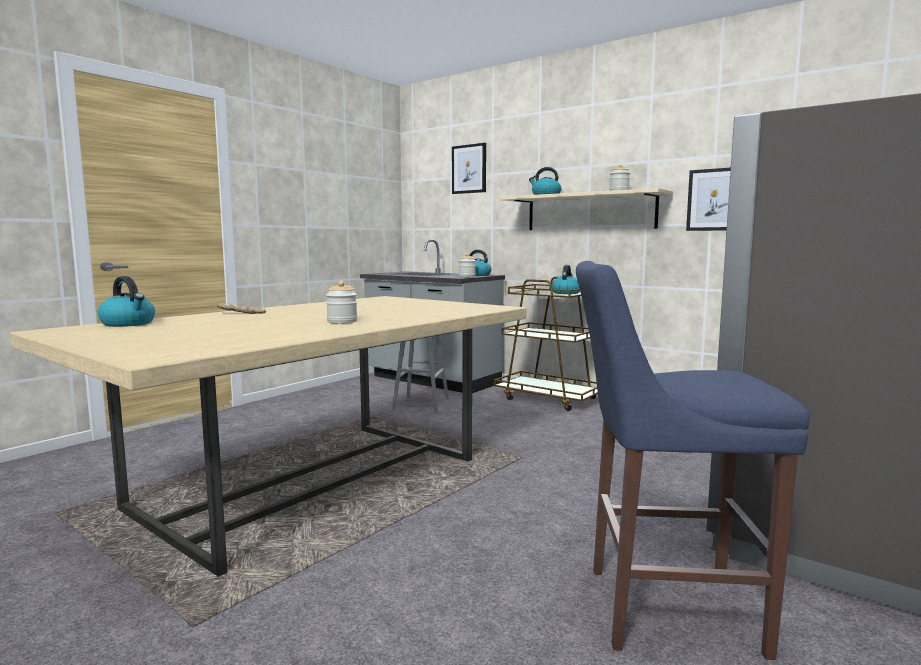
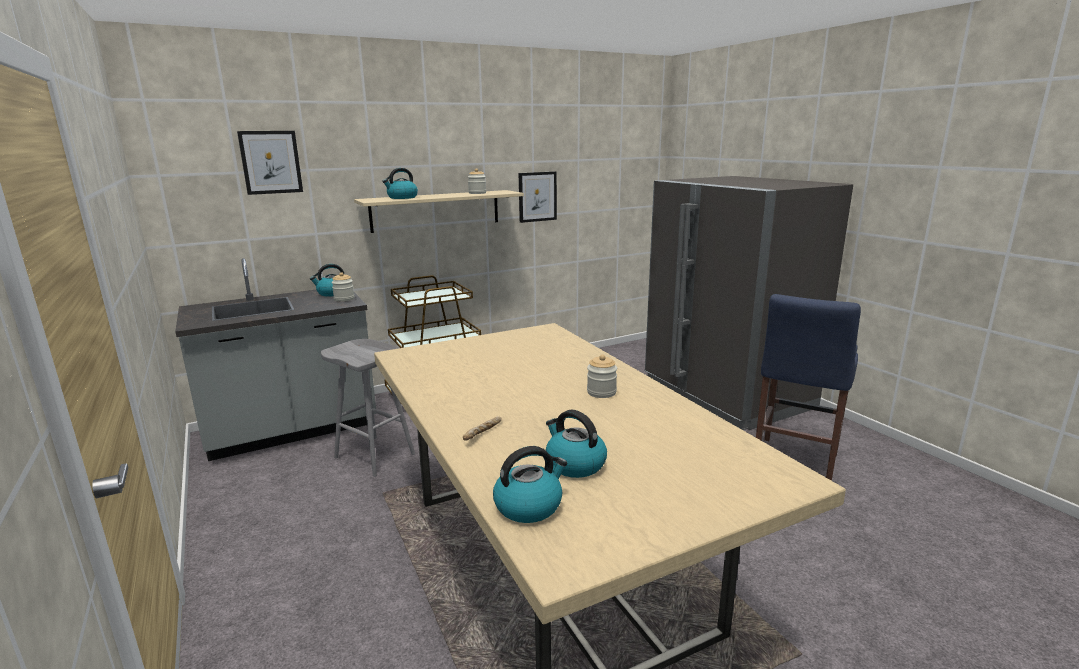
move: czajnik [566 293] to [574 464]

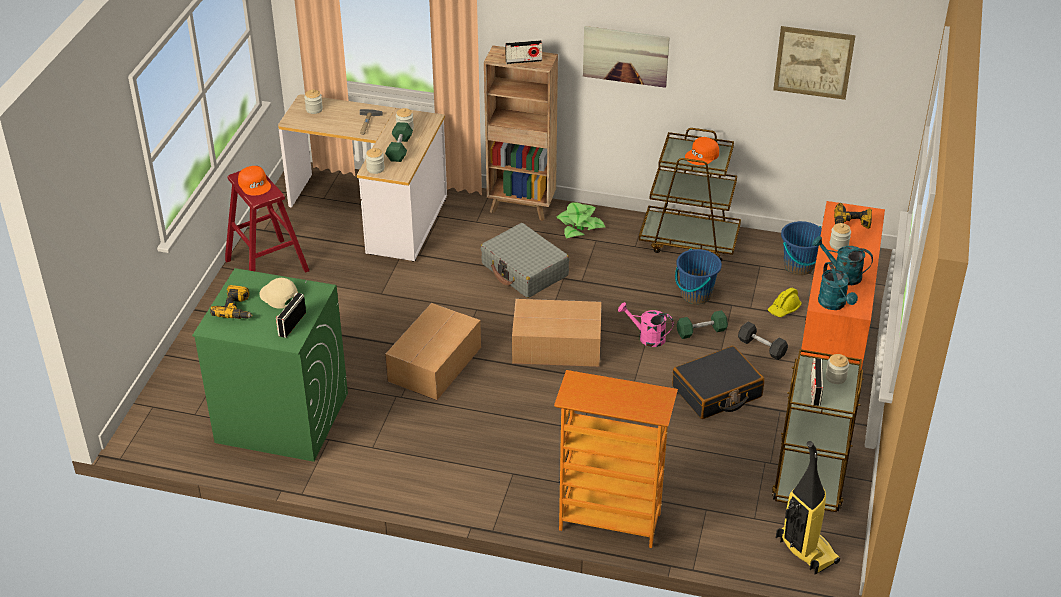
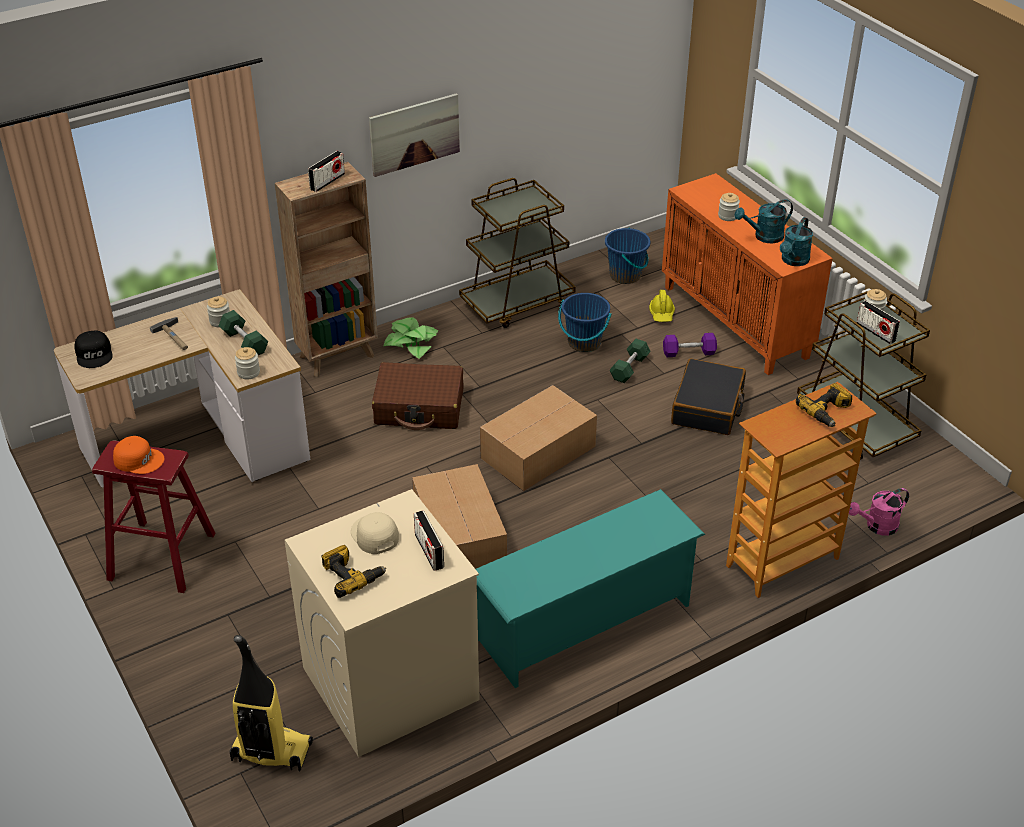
delete: czapka z daszkiem/pomarańczowy [702 155]; obraz [813 62]
insert: regał na buty/turkusowy [584 622]
move: konewka/różowy [647 337] to [877 526]; odkurzacz [805 550] to [270 752]; wiertarka [851 224] to [827 412]
replace: słoik [314 109] to czapka z daszkiem/czarny [94 354]
recolor: pralka/zielony [281 417] to pralka/beżowy [389 684]; walizka/szary [525 270] to walizka/brązowy [419 407]; hantel/szary [762 347] to hantel/fioletowy [689 352]
rotate: czapka z daszkiem/beżowy [278 296] = [374 535] 60 degrees clockwise; konewka/turkusowy [834 304] = [793 261] 90 degrees clockwise

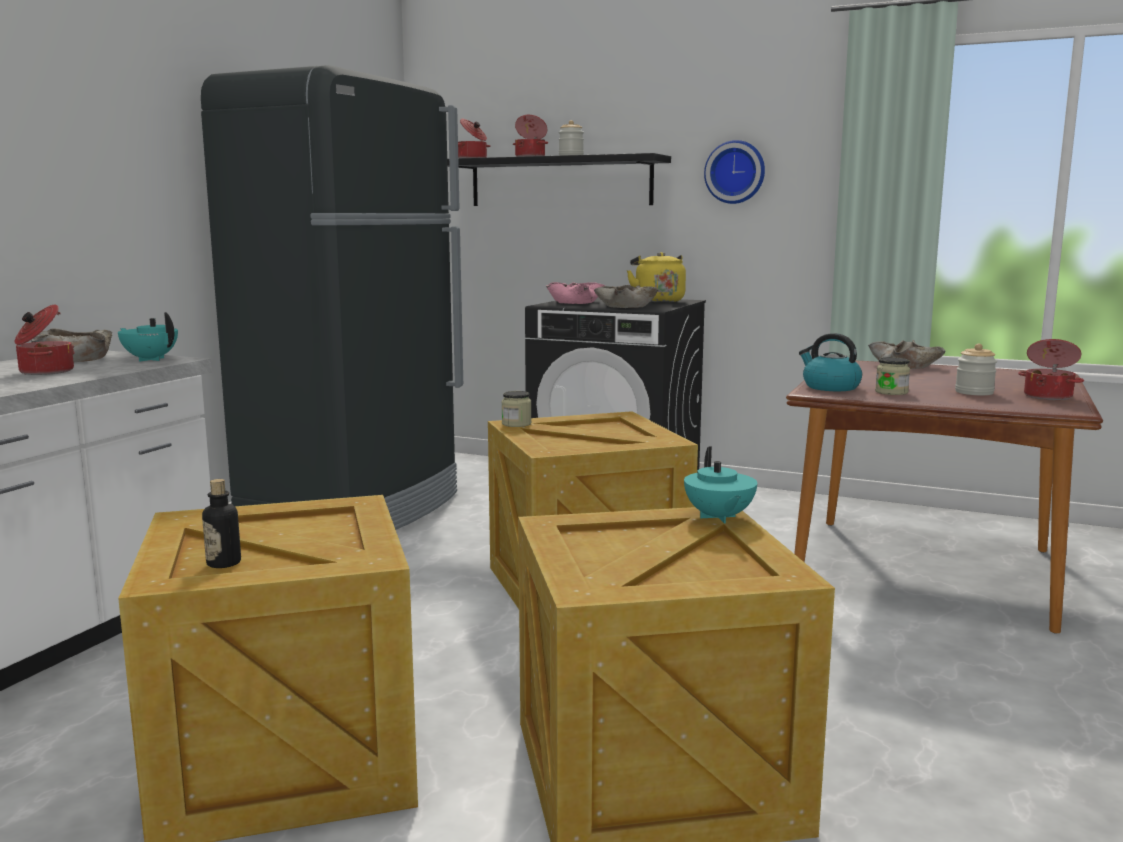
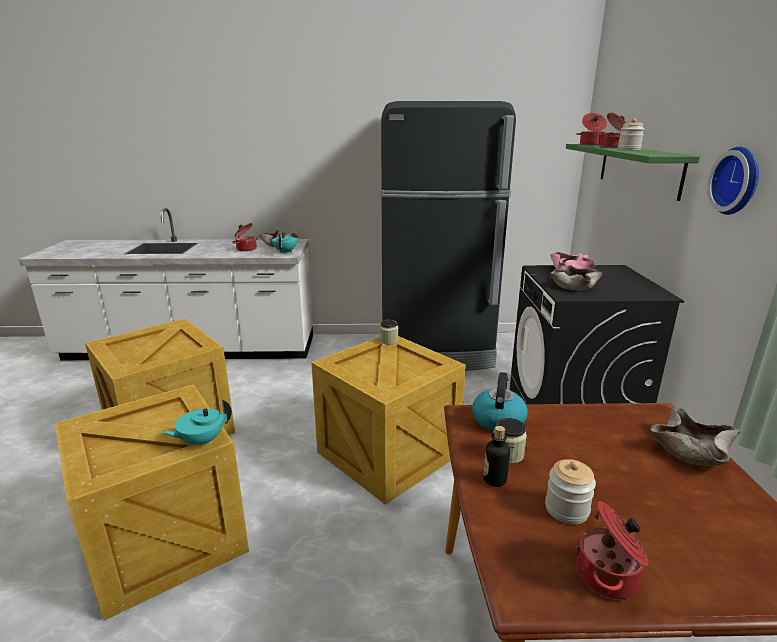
delete: czajnik/żółty [657 301]
move: butelka [224 563] to [494 480]
recolor: półka/czarny [560 182] to półka/zielony [638 168]

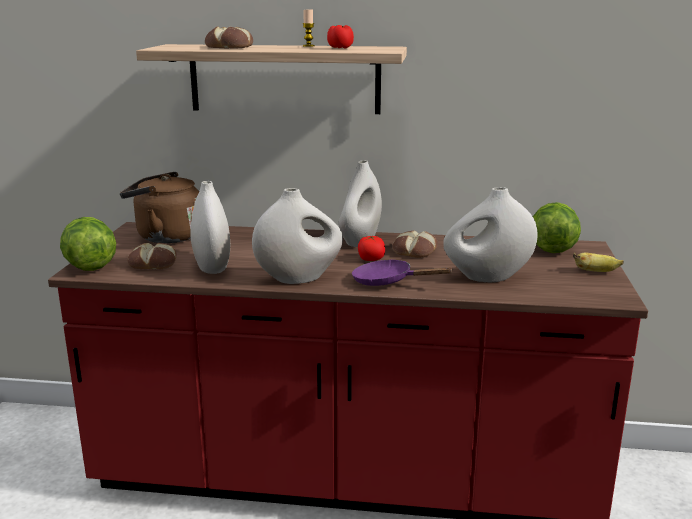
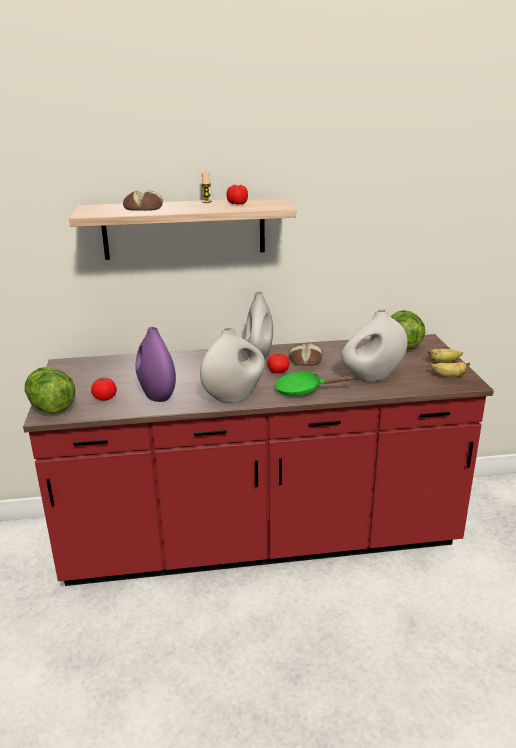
delete: czajnik/brązowy [165 236]
insert: banan [448 376]
replace: chleb [154 263] to pomidor [105 398]
recolor: wazon/biały [212 267] to wazon/fioletowy [157 395]; patelnia/fioletowy [388 282] to patelnia/zielony [303 390]

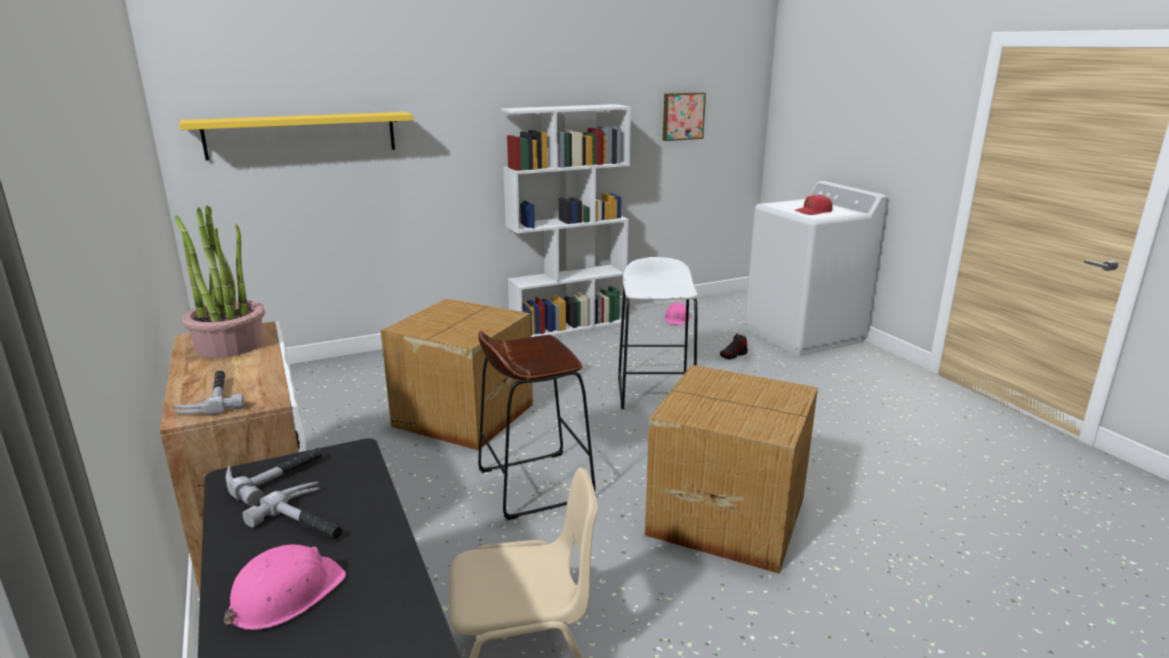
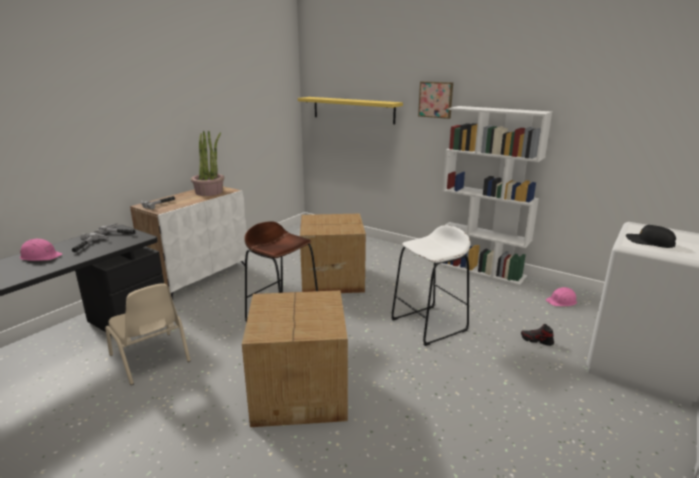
move: obraz [682 116] to [436 99]
recolor: czapka z daszkiem/czerwony [813 212] to czapka z daszkiem/czarny [649 242]

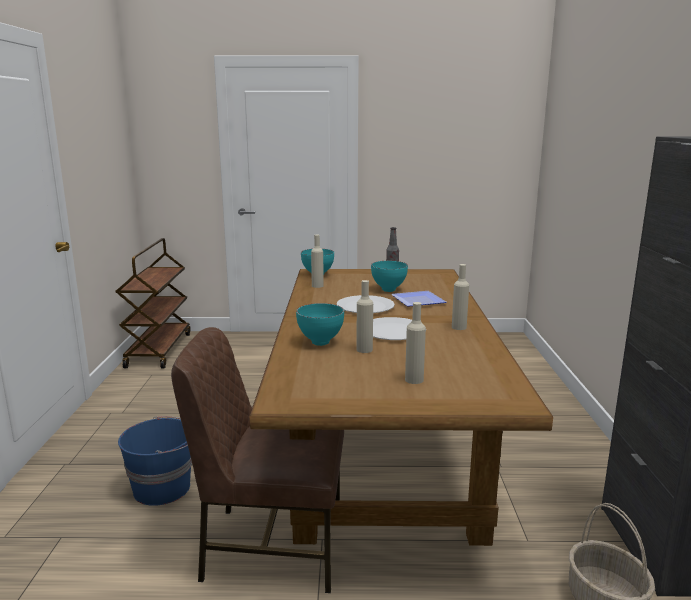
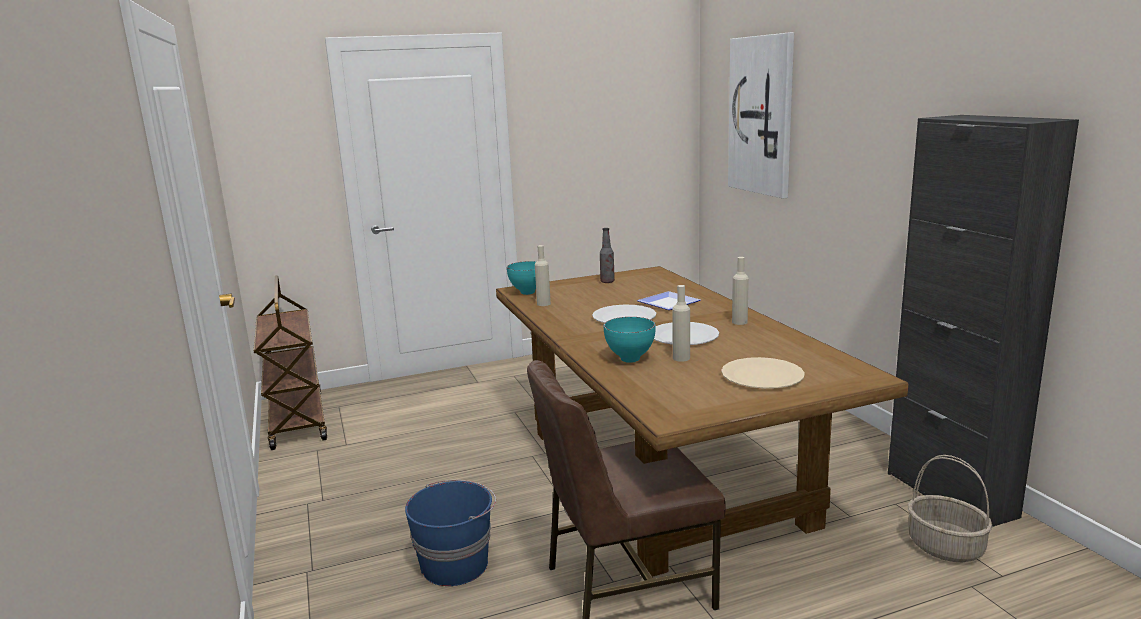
delete: miska/turkusowy [388 290]
insert: obraz [762 115]
replace: butelka/beżowy [414 380] to talerz/beżowy [762 376]

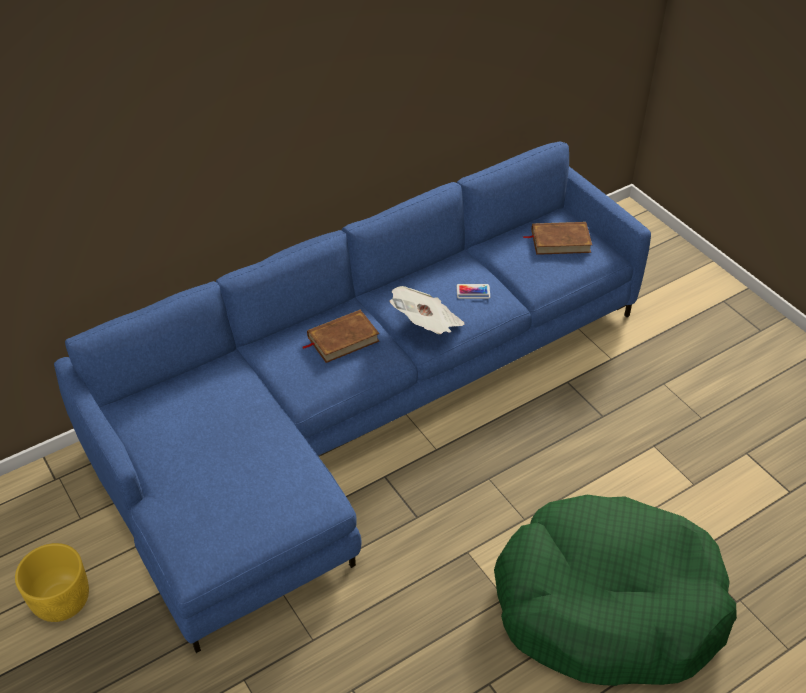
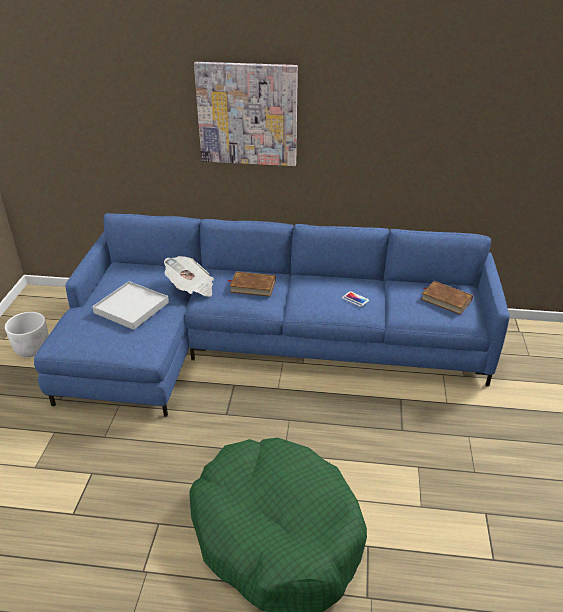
insert: taca/biały [131 307]; obraz [247 114]
move: gazeta [427 324] to [191 288]
recolor: donica/żółty [61 600] to donica/biały [32 348]

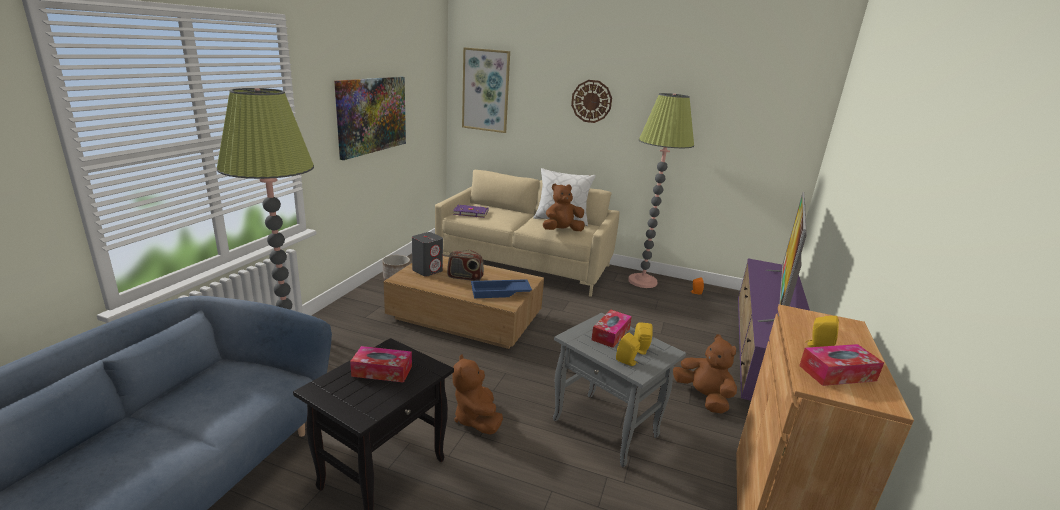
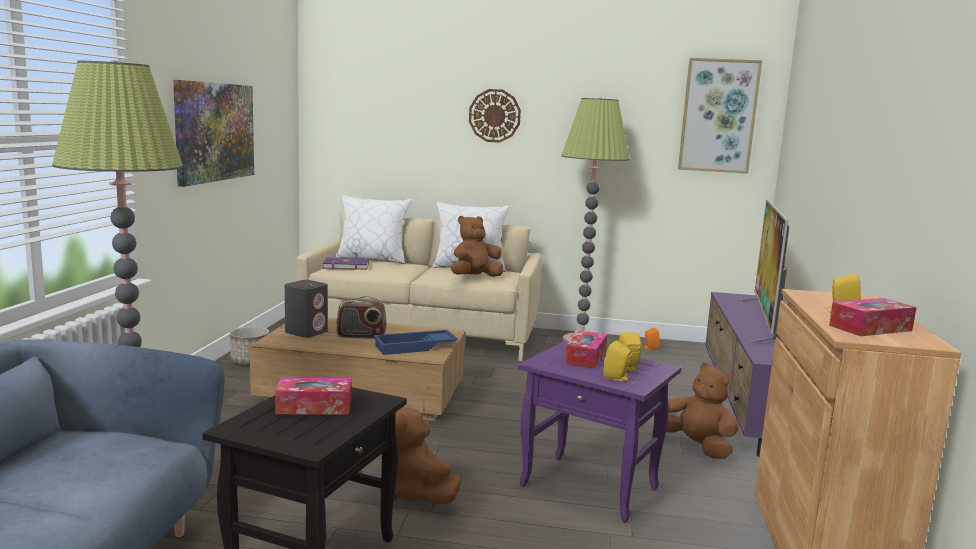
insert: poduszka/biały [372 259]
move: obraz [485 90] to [718 116]
recolor: stolik/szary [607 428] to stolik/fioletowy [592 487]

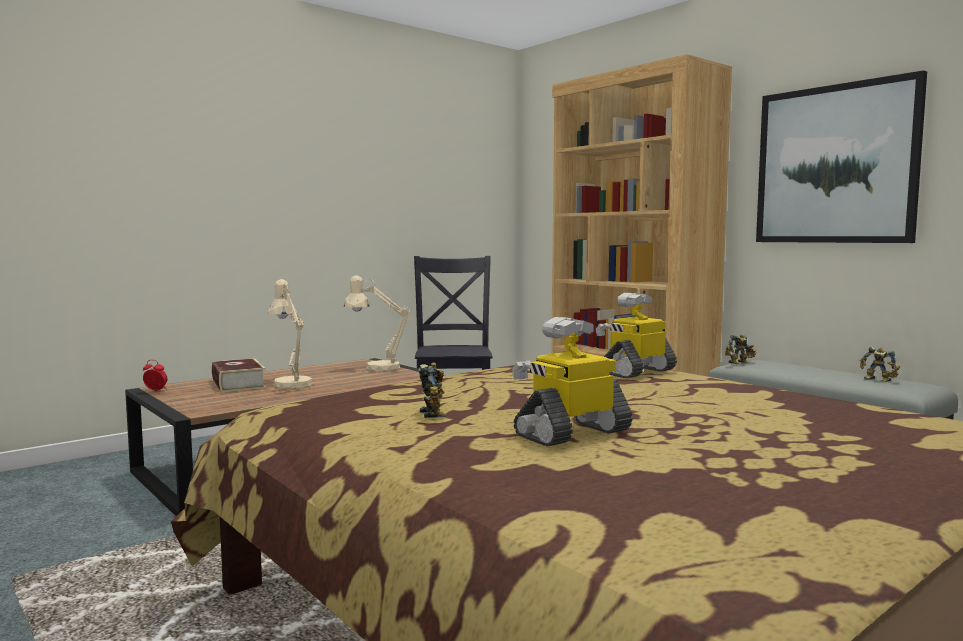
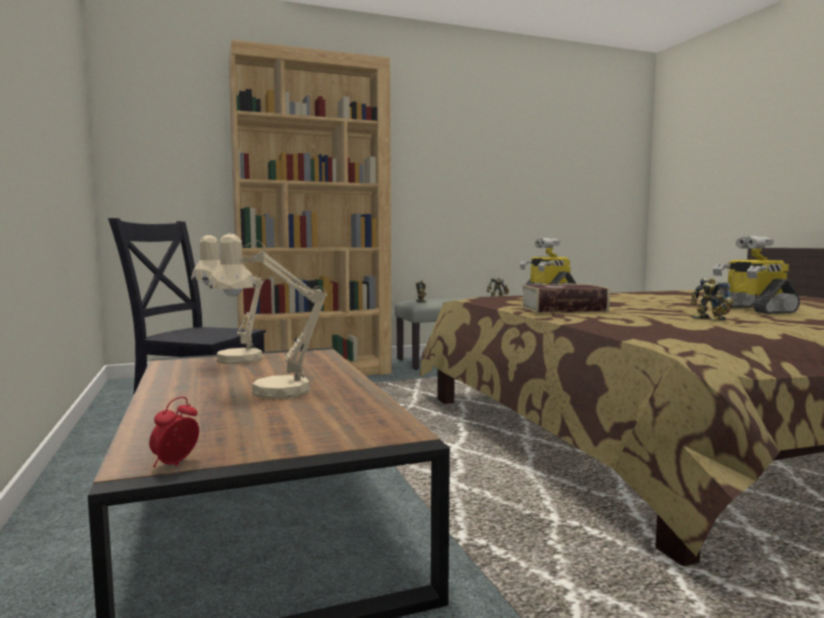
delete: obraz [835 164]
move: książka [238 384] to [563 309]
rotate: robot zabawkowy [435 413] = [708 319] 120 degrees counterclockwise

